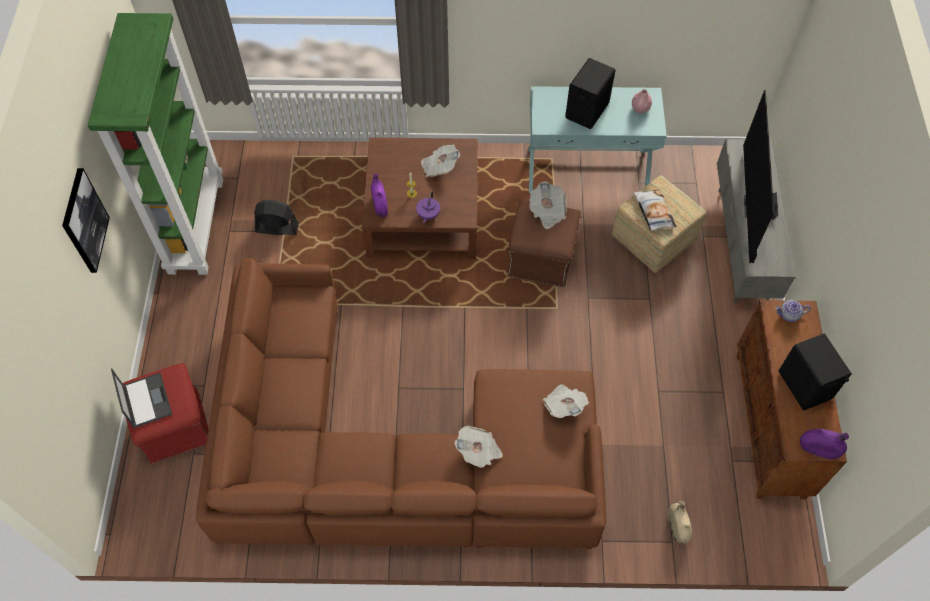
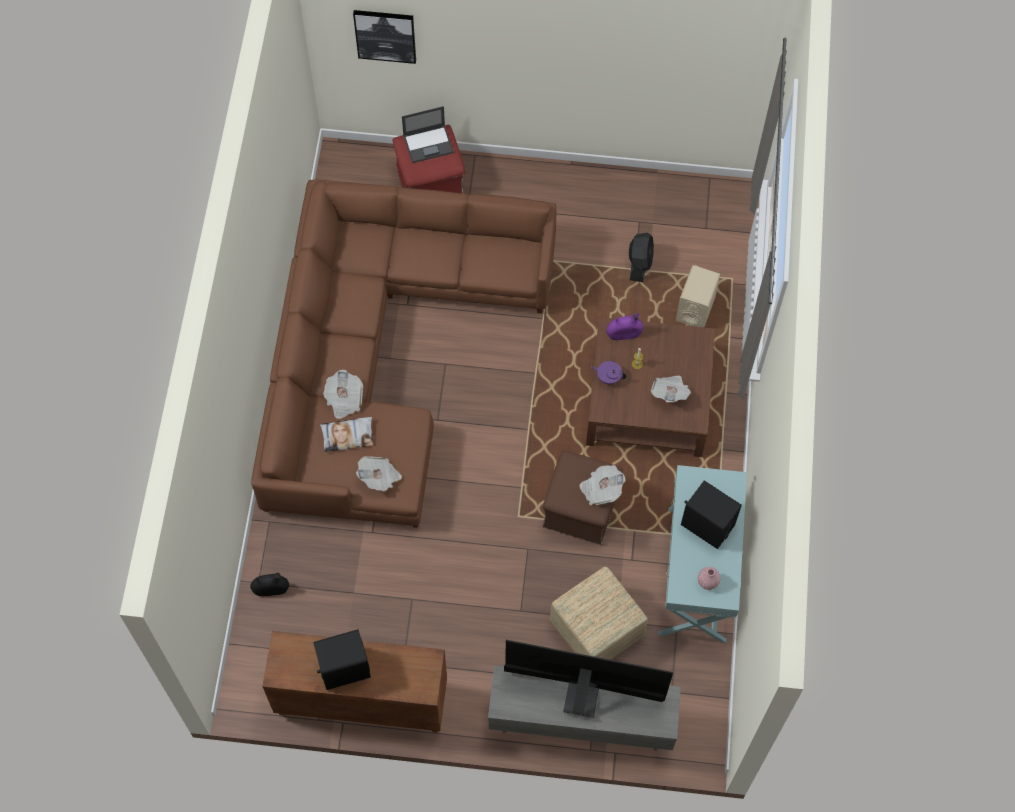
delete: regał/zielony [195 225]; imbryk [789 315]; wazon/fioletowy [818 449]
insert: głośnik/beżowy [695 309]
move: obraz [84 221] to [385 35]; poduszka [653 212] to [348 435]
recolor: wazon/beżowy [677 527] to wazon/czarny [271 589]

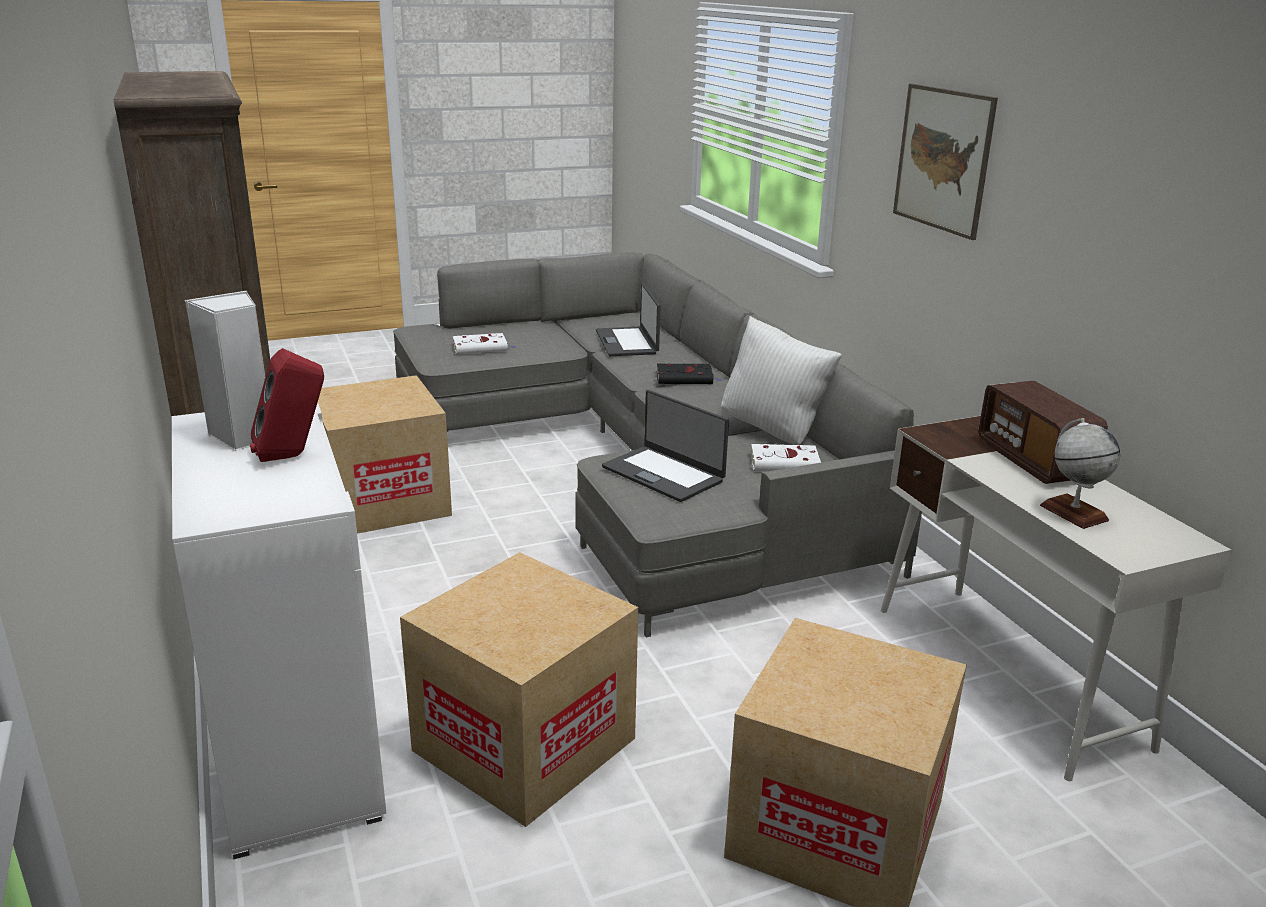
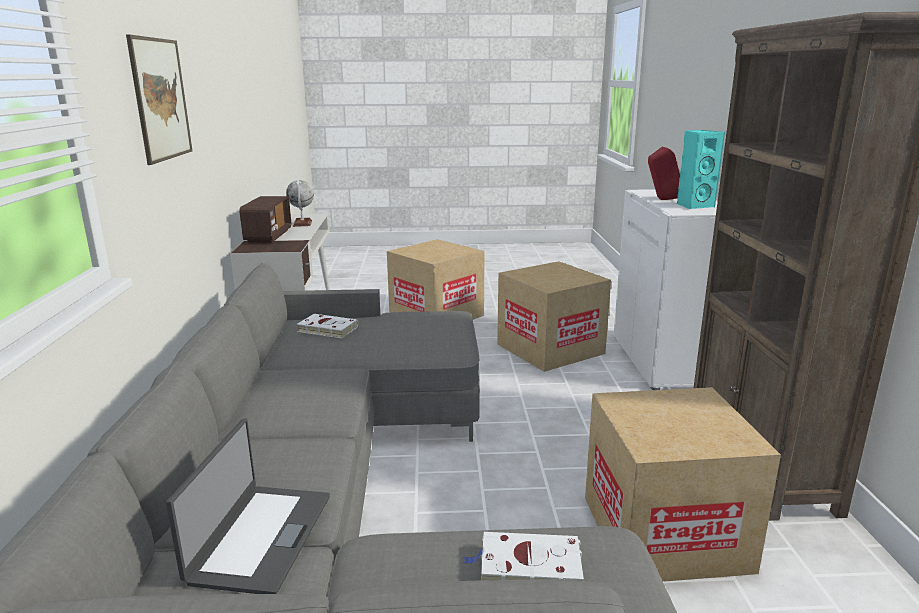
delete: laptop [664 474]; książka/czarny [686 378]; poduszka/biały [774 430]
recolor: głośnik/biały [244 437] to głośnik/turkusowy [694 205]

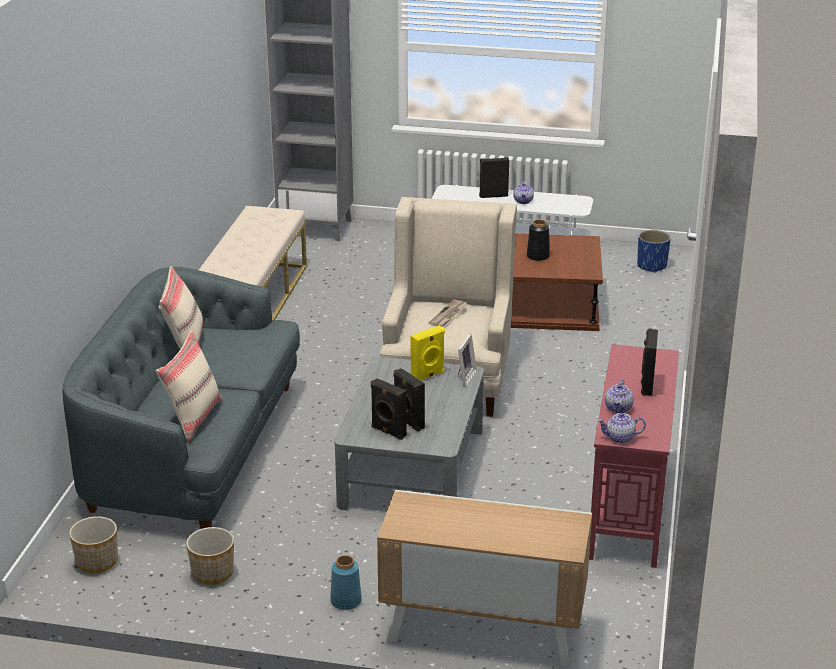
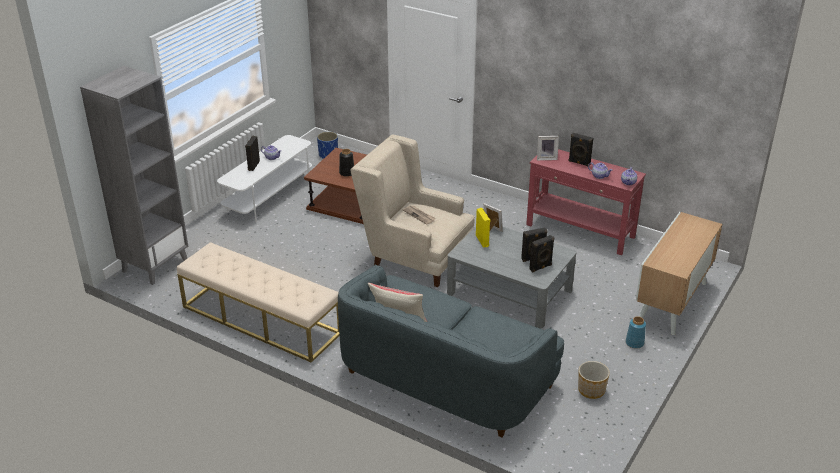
delete: donica [97 561]; poduszka/beżowy [193 417]
insert: ramka na zdjęcie [546 158]

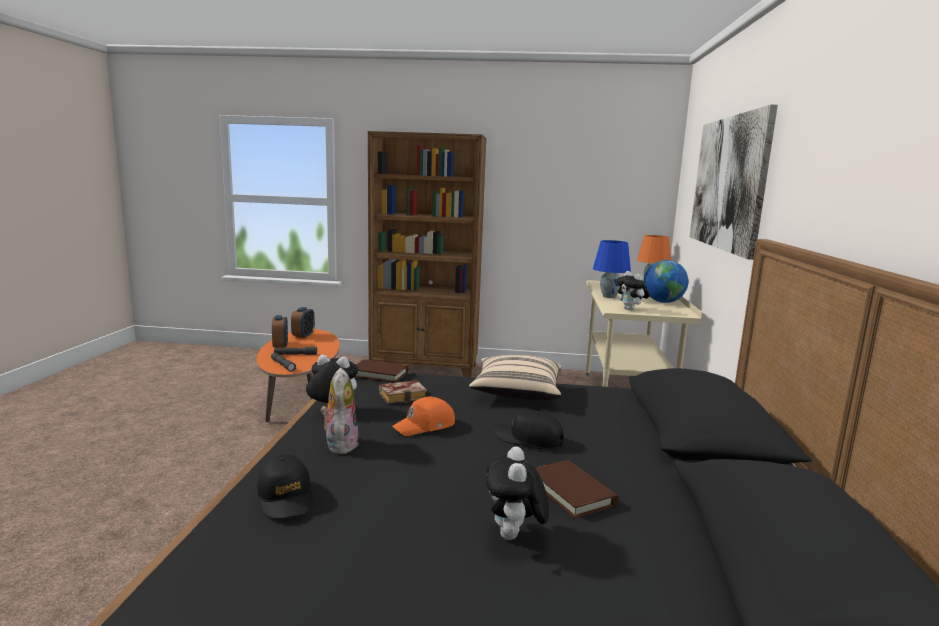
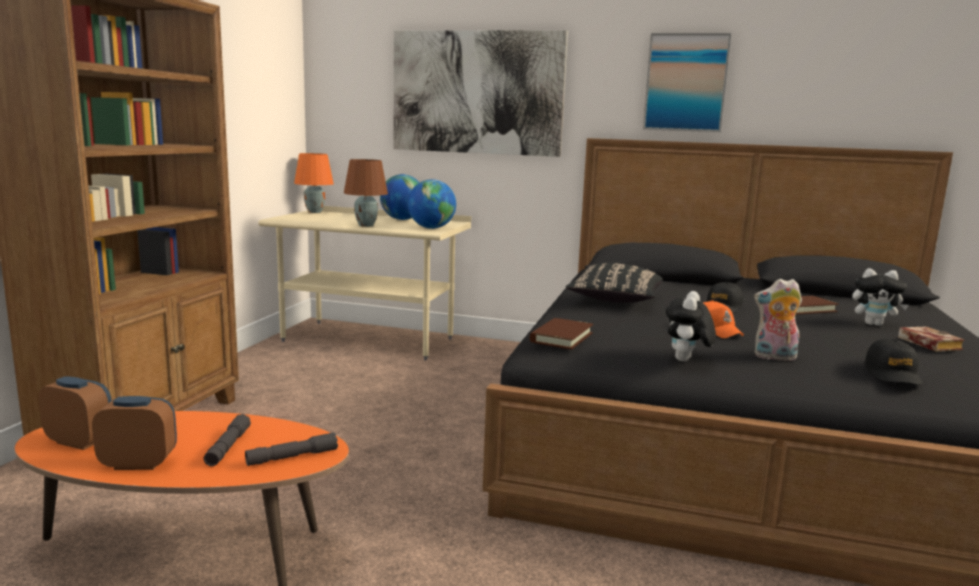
insert: obraz [685 83]
move: książka [404 396] to [926 343]
replace: pluszak [631 309] to globus [431 228]
recolor: poduszka/beżowy [516 393] to poduszka/czarny [614 300]; lampa stołowa/niebieski [609 296] to lampa stołowa/brązowy [365 225]
rotate: czapka z daszkiem/czarny [286 497] = [892 374] 120 degrees clockwise

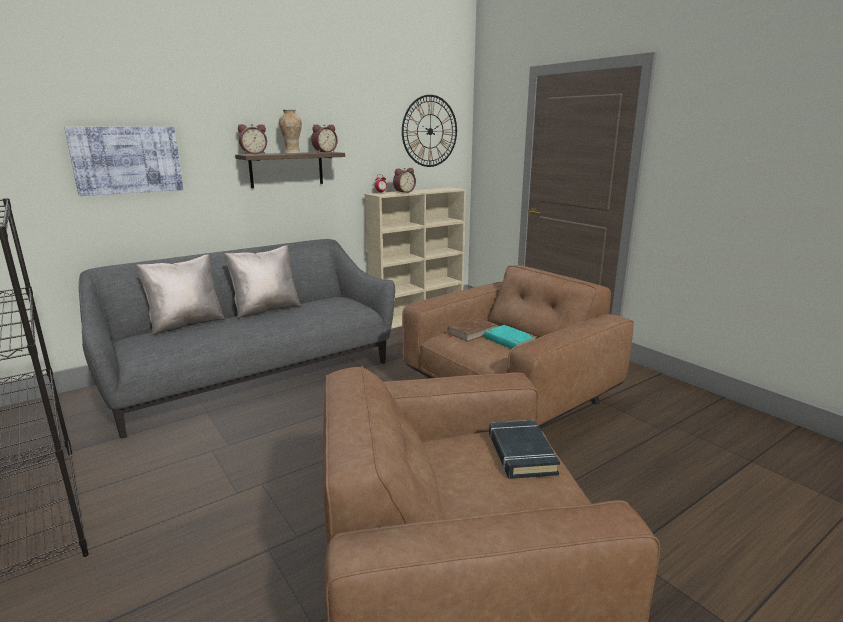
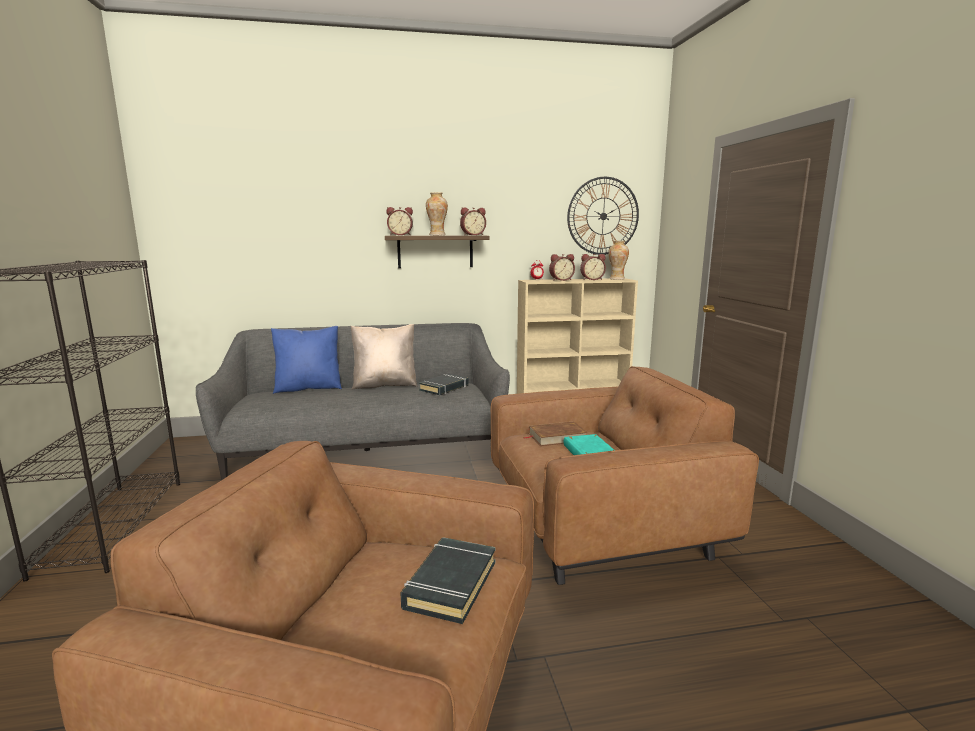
delete: obraz [127 160]
insert: książka/czarny [444 388]; budzik [591 279]; wazon [617 279]
recolor: poduszka/beżowy [186 324] to poduszka/niebieski [309 388]

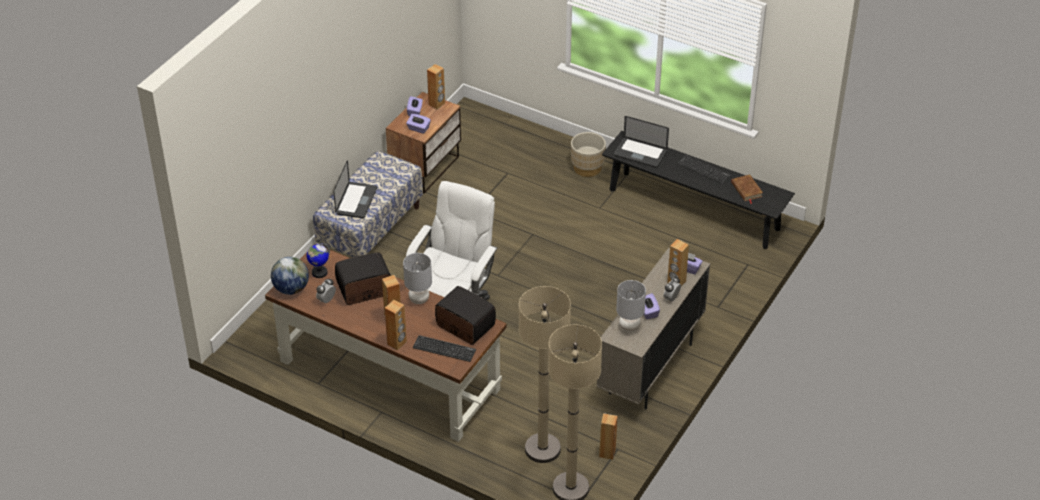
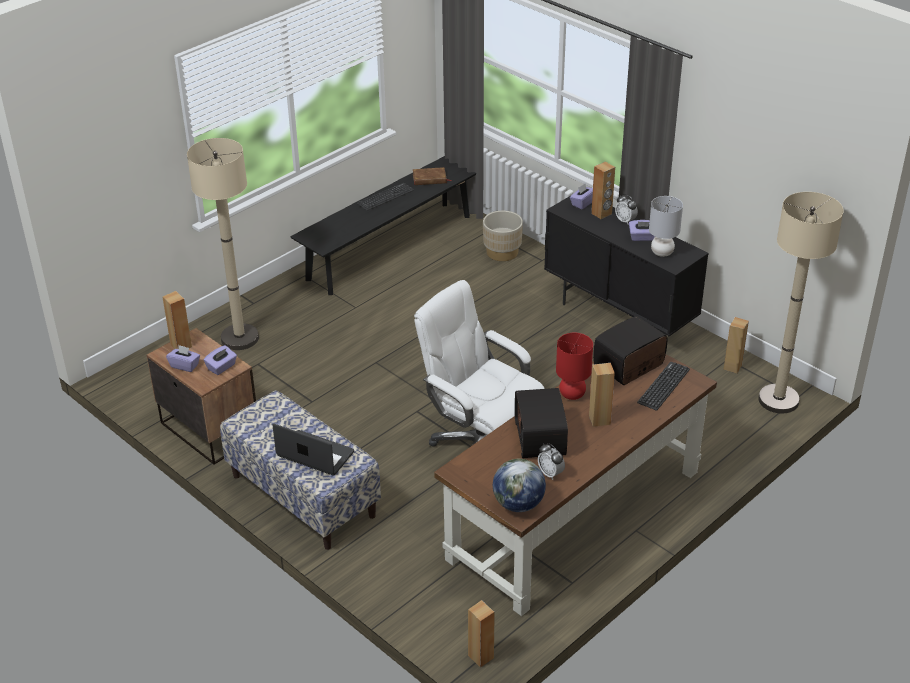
delete: globus [319 272]; laptop [640 153]
move: głośnik/brązowy [397 343] to [481 656]; lampa stojąca/beżowy [542 449] to [239 338]; donica/beżowy [587 168] to [502 252]
recolor: lampa stołowa/szary [418 299] to lampa stołowa/czerwony [572 395]; szafka/beżowy [650 369] to szafka/czarny [618 318]

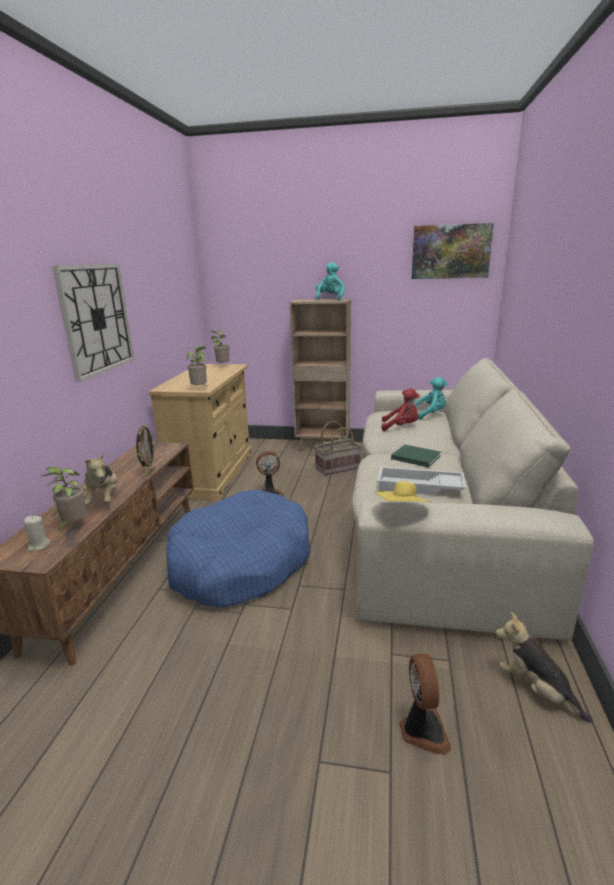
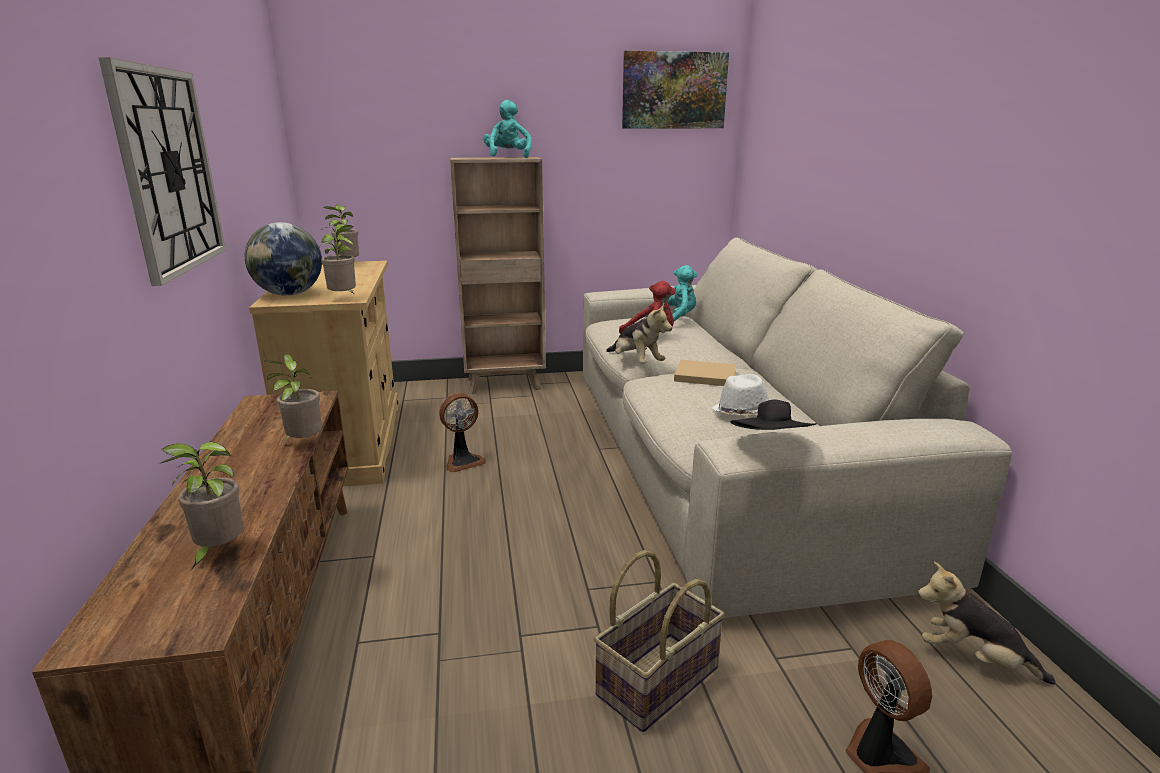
delete: świeca/beżowy [39 546]; legowisko/niebieski [240 563]
insert: globus [289 294]
move: pluszak [104 499] to [636 362]; koszyk [337 467] to [656 679]
replace: ramka na zdjęcie [149 472] to roślina doniczkowa [303 443]; taca/biały [419 487] to kapelusz/biały [742 414]
recolor: kapelusz/żółty [403 511] to kapelusz/czarny [771 445]; książka/zielony [414 457] to książka/beżowy [703 375]

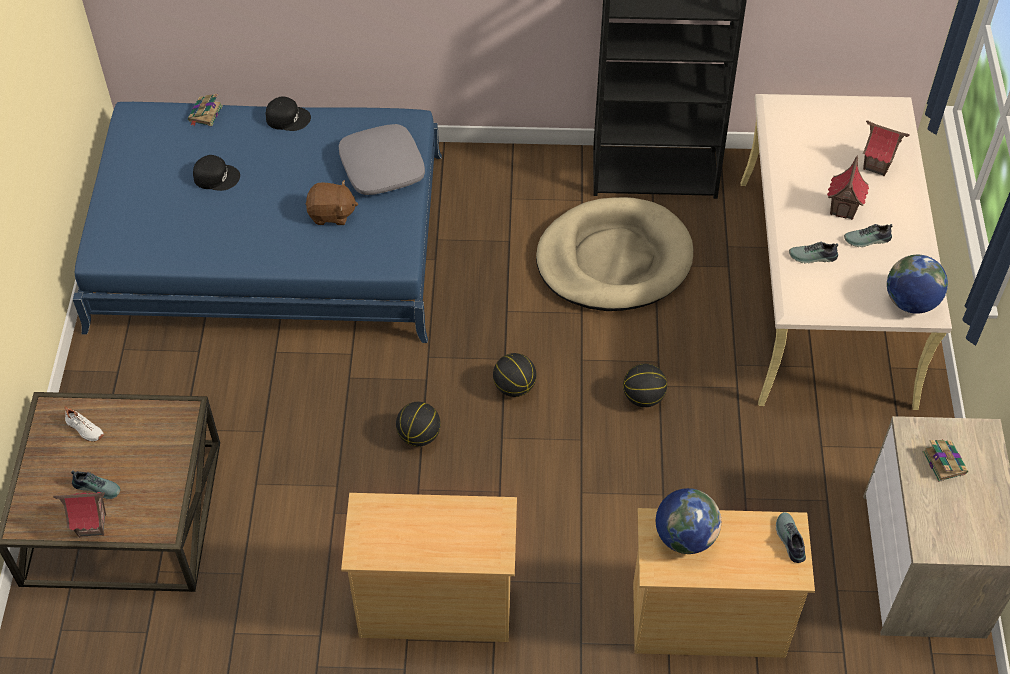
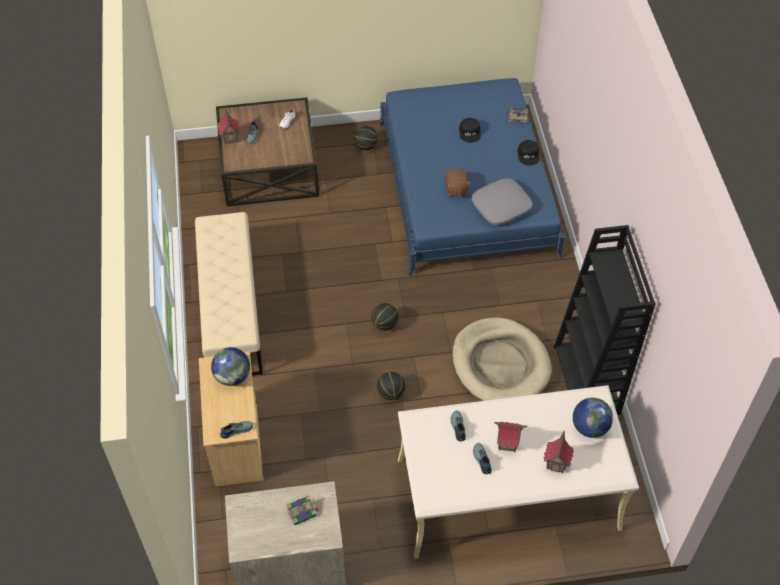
move: piłka do koszykówki [419 436] to [366 146]; globus [910 302] to [589 427]
replace: komoda/beżowy [435 604] to ławka/beżowy [231 309]

